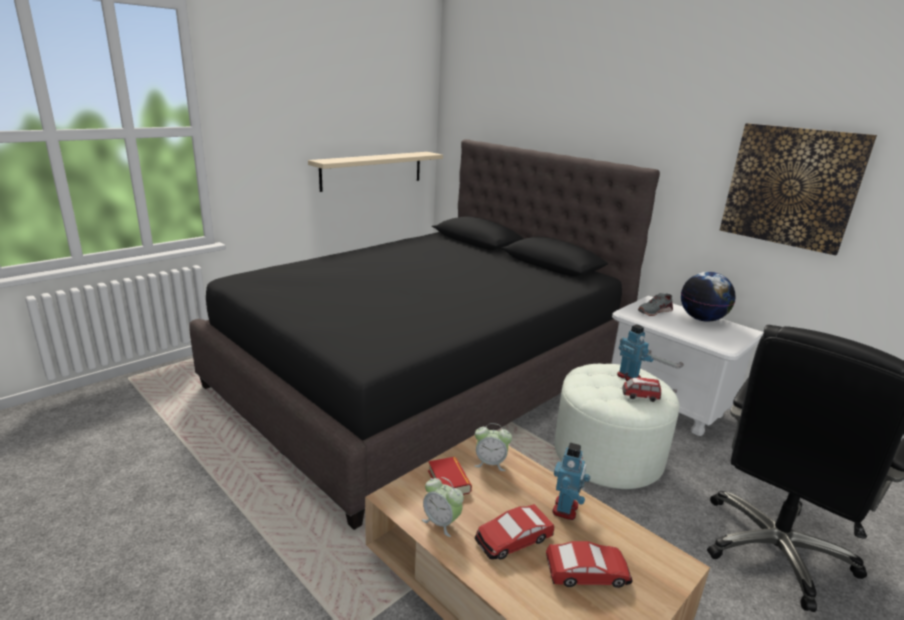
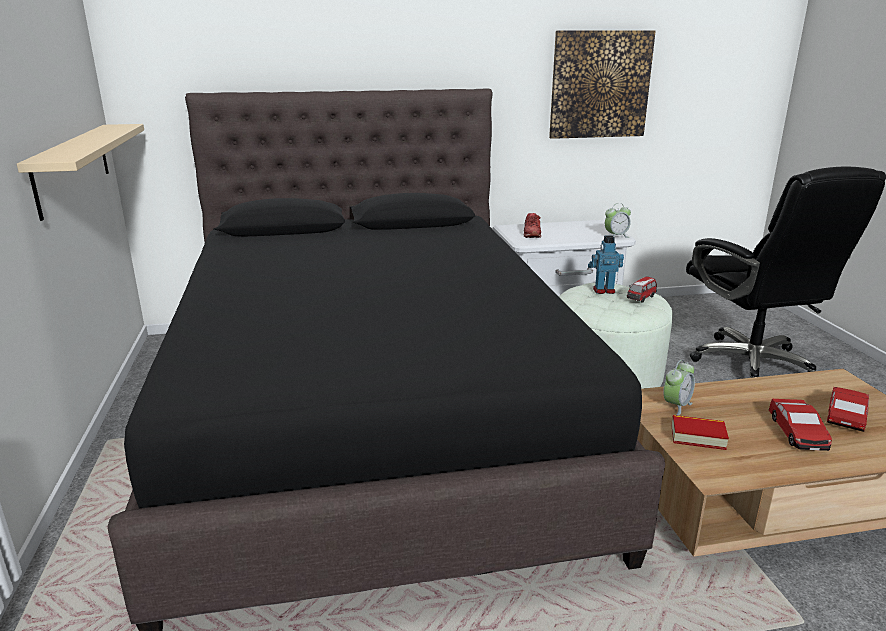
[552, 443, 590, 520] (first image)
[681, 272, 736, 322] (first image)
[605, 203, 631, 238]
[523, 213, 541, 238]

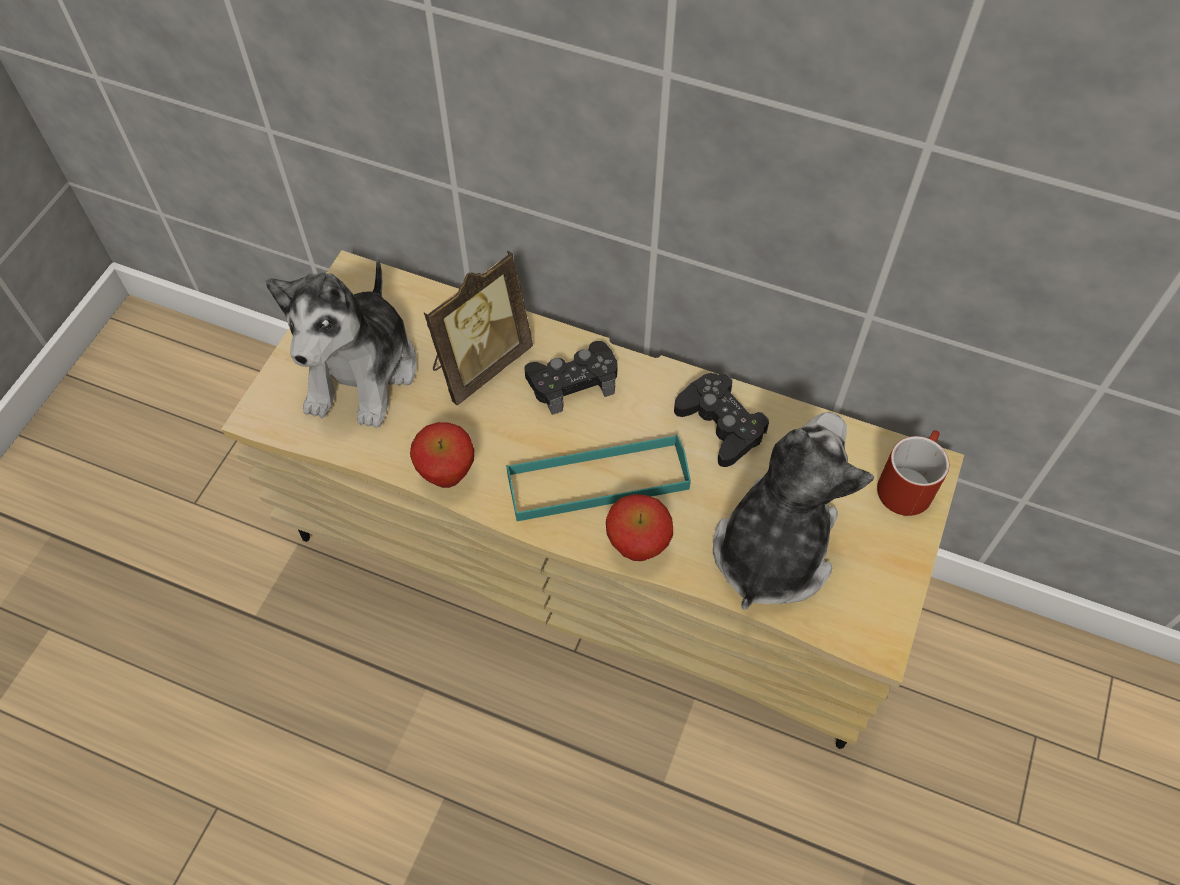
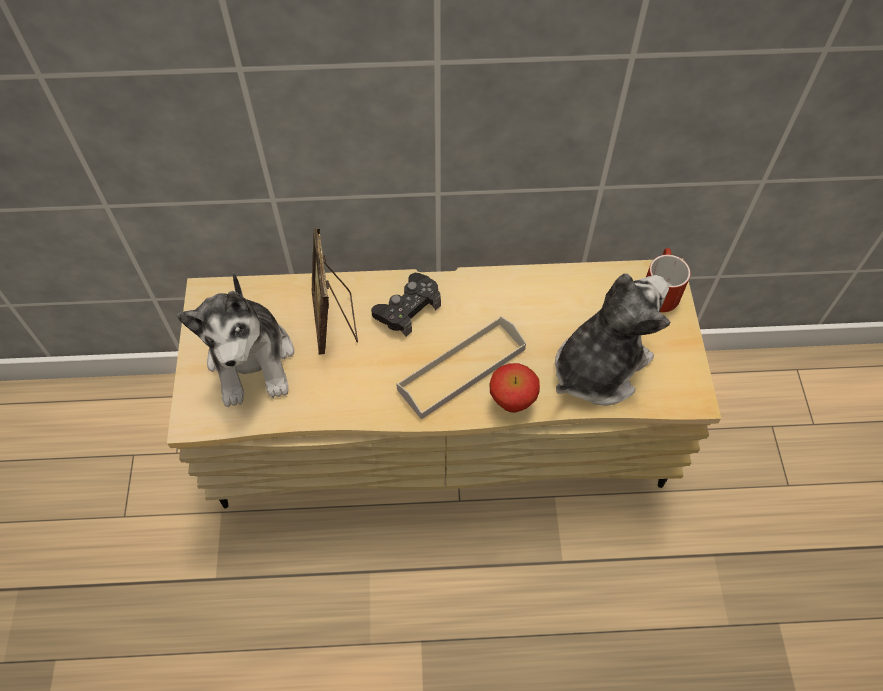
[410, 422, 474, 488] (first image)
[674, 373, 769, 467] (first image)
[396, 316, 526, 419]
[311, 228, 358, 355]
[555, 273, 670, 406]

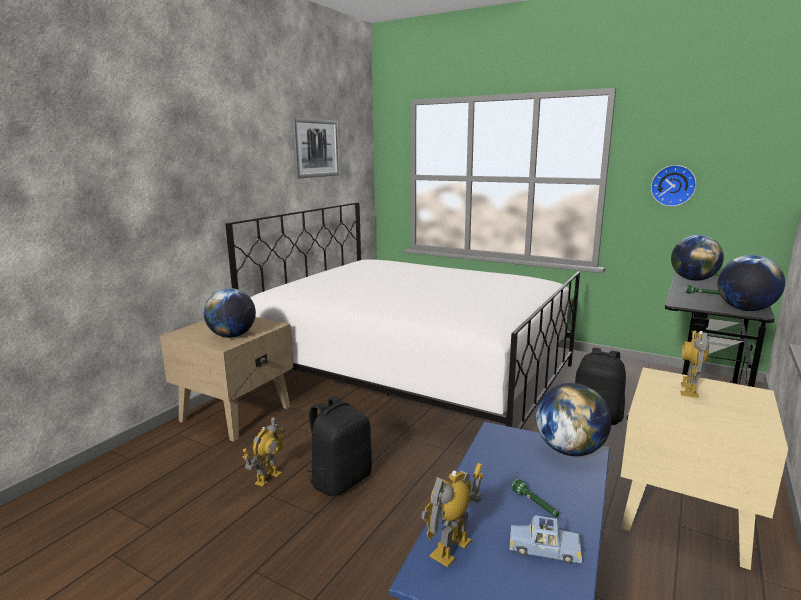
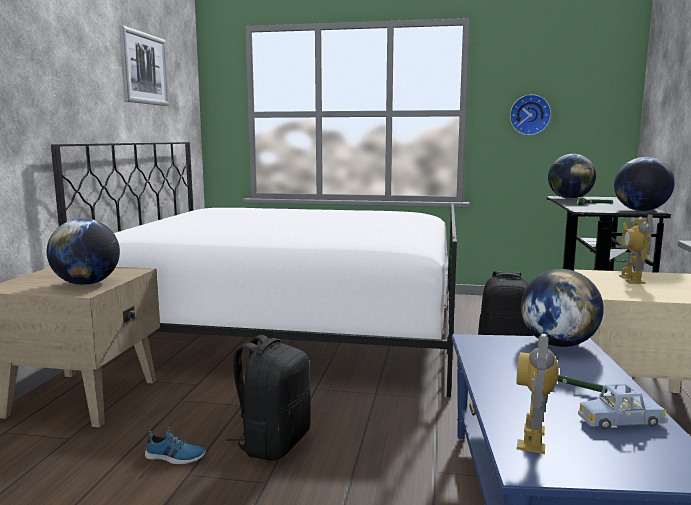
[145, 427, 206, 464]

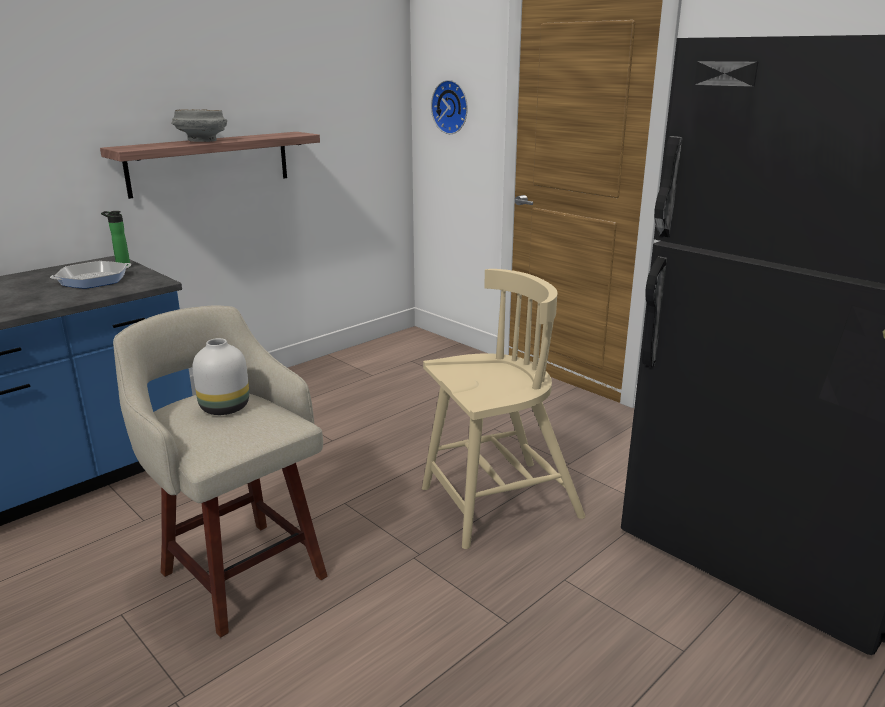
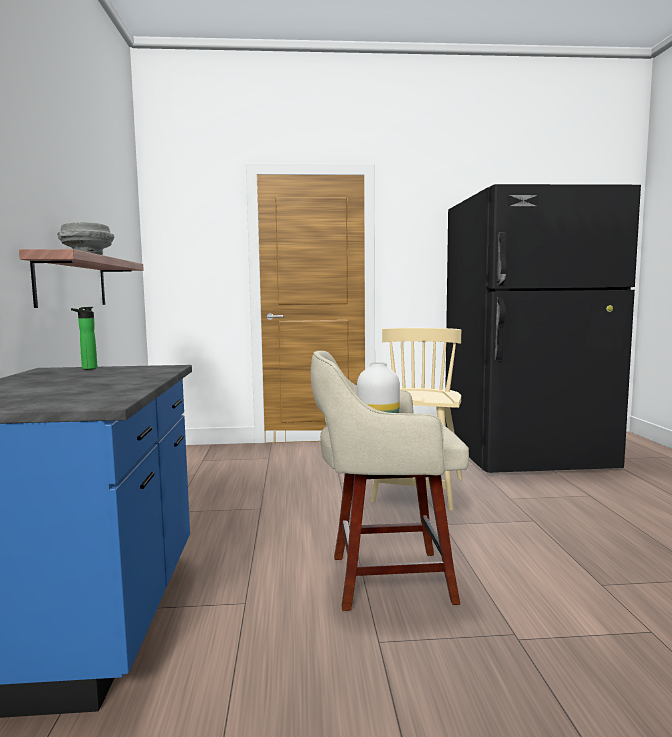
[50, 261, 131, 289] (first image)
[431, 80, 468, 134] (first image)

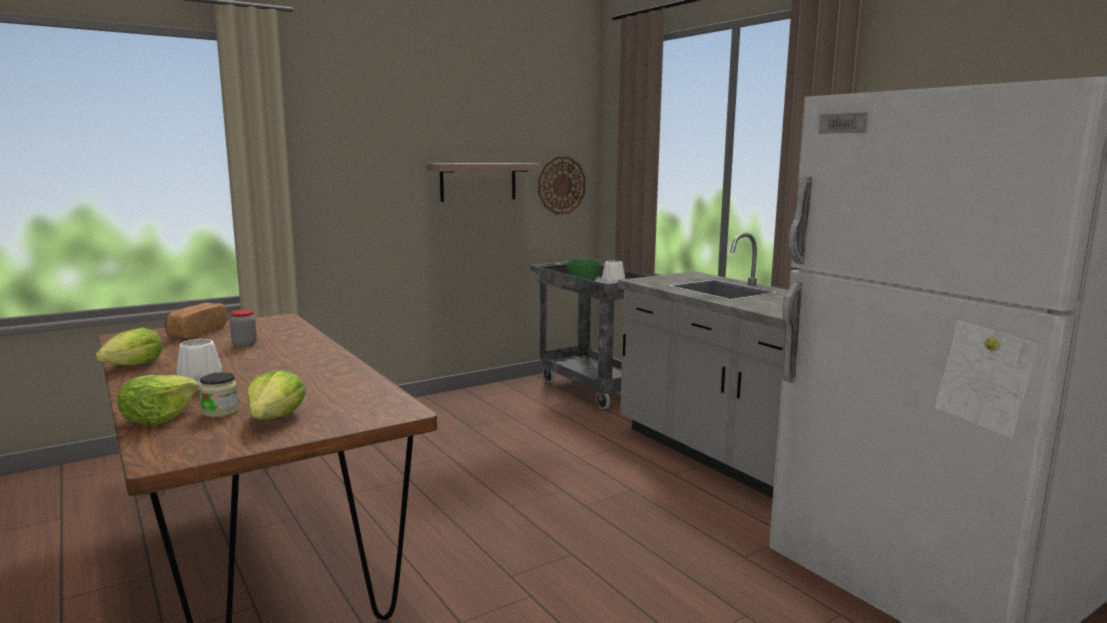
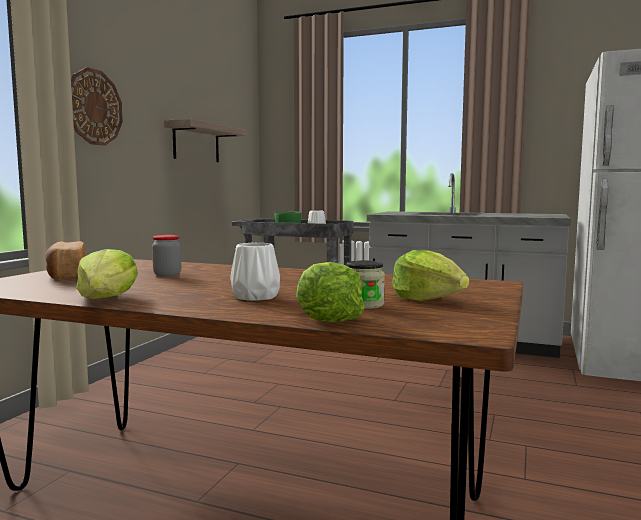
[71, 67, 123, 146]

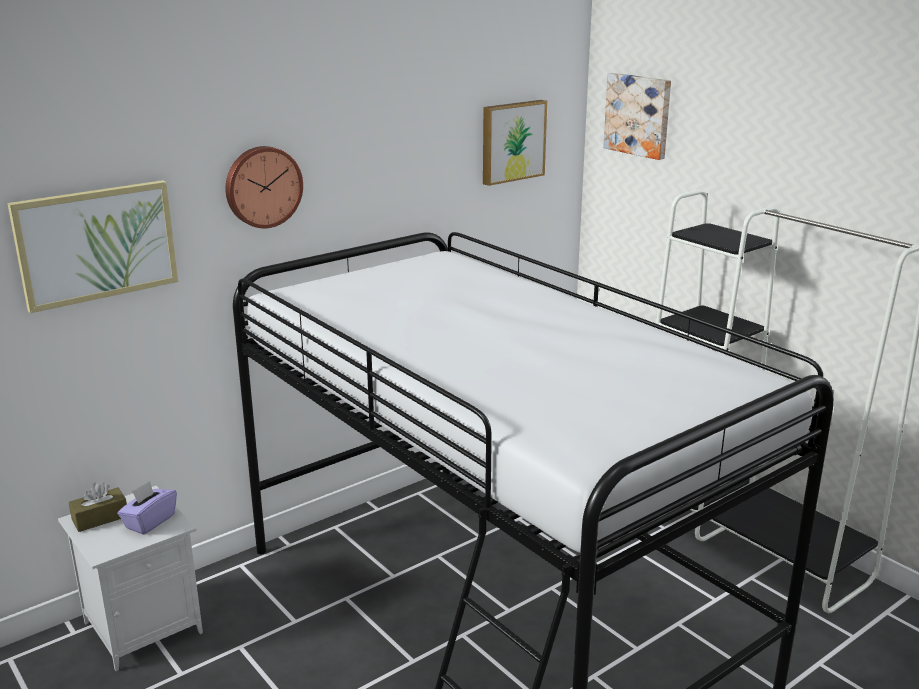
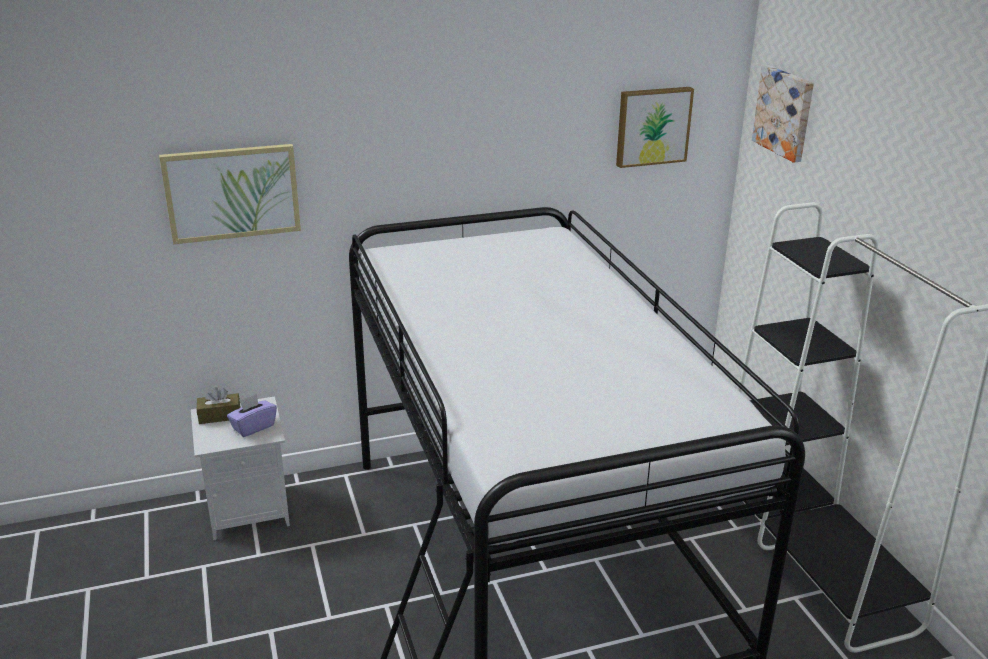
[225, 146, 303, 228] (first image)

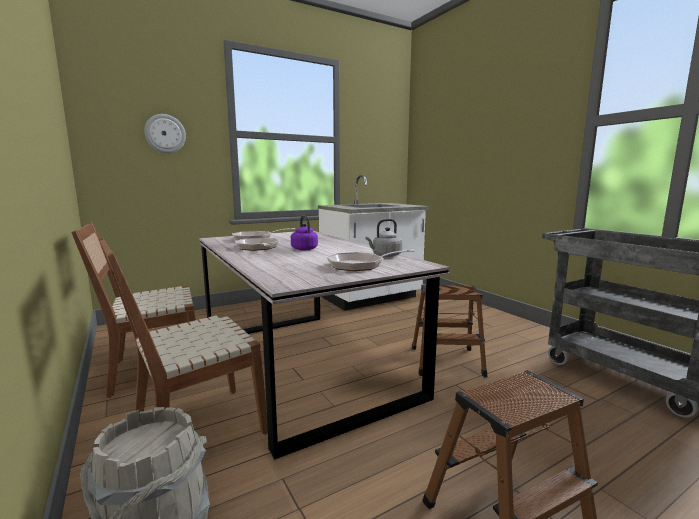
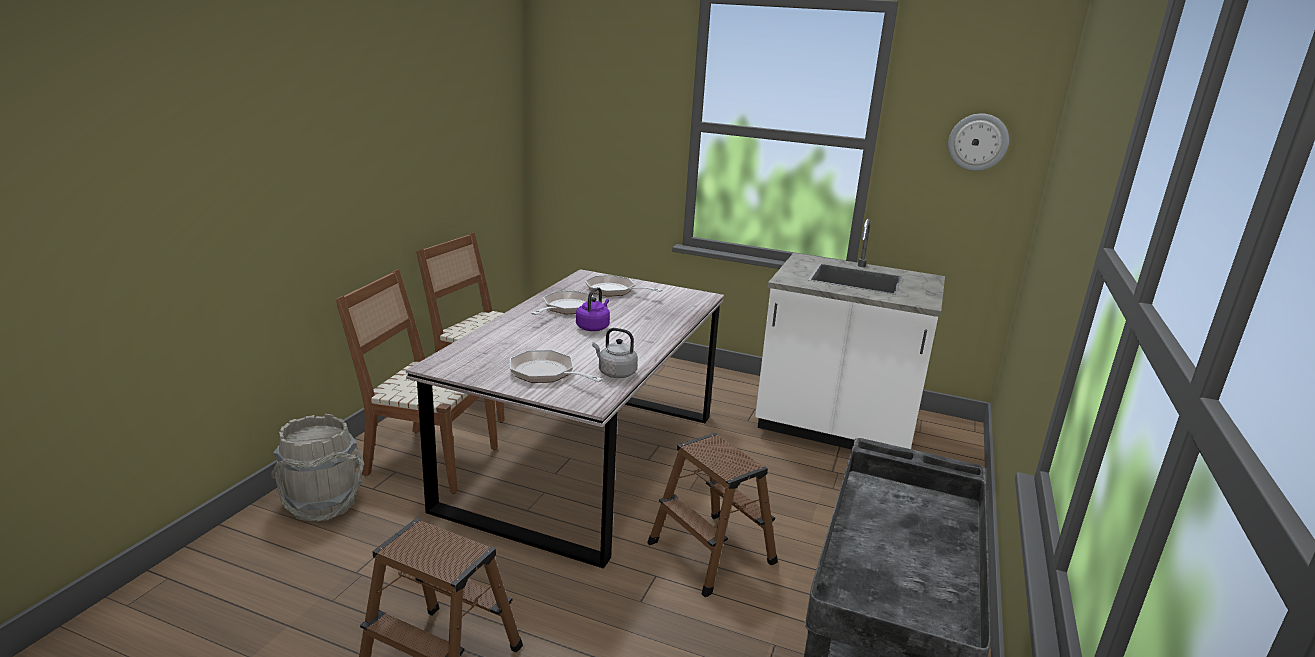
[948, 113, 1009, 171]

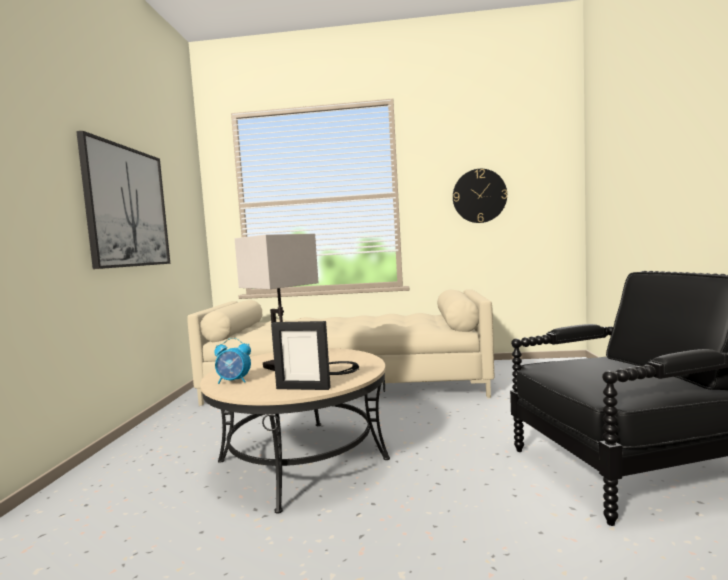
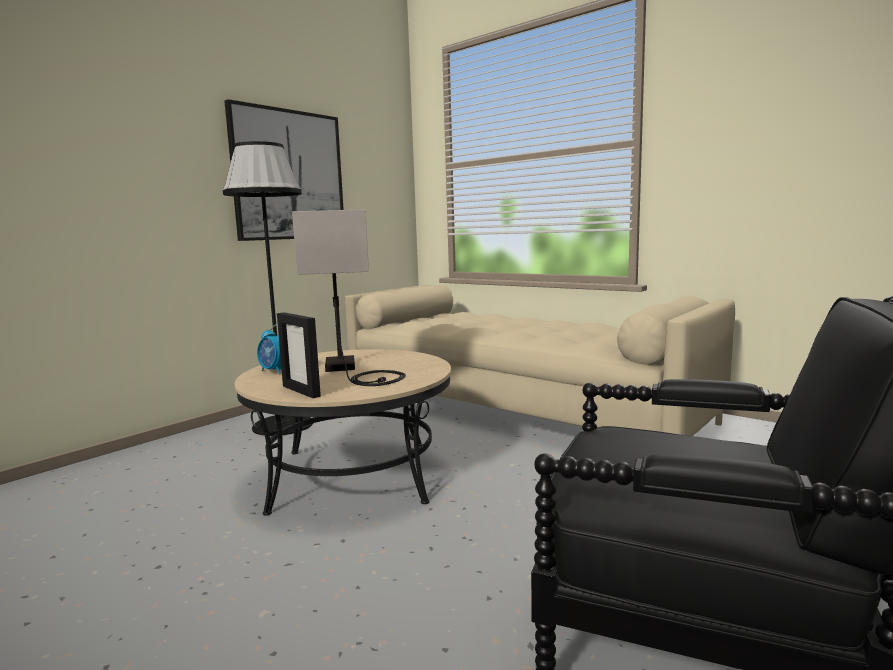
[453, 169, 507, 223] (first image)
[223, 141, 313, 436]

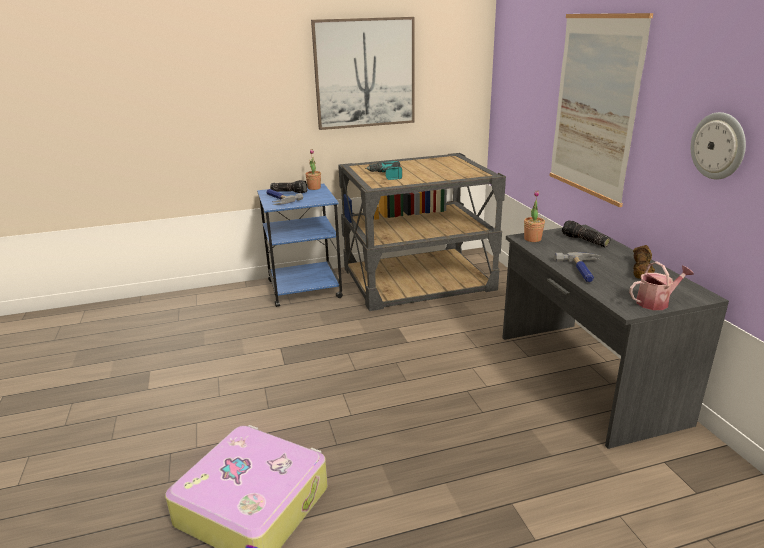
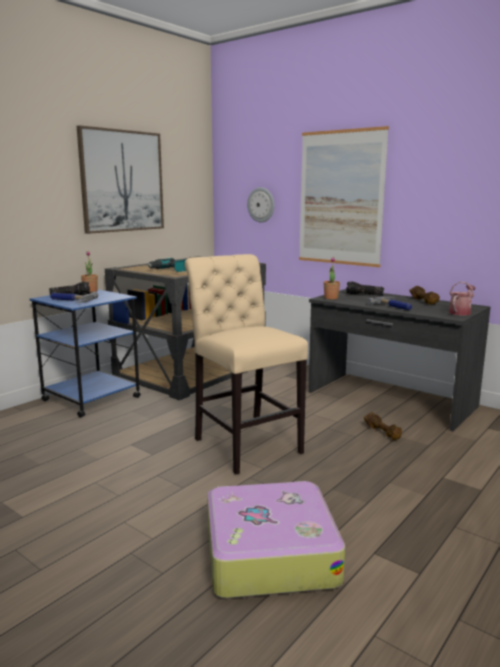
[185, 254, 308, 474]
[364, 412, 402, 440]
[247, 187, 275, 222]

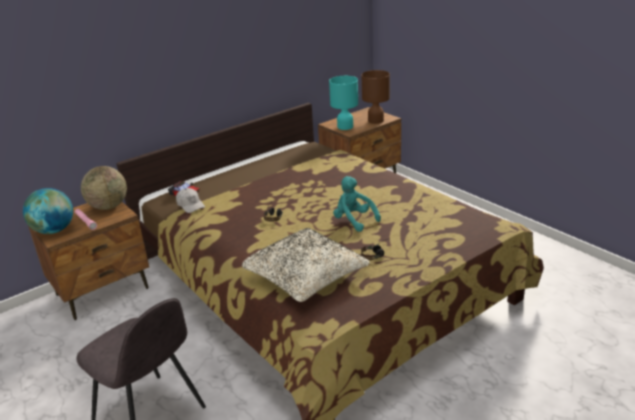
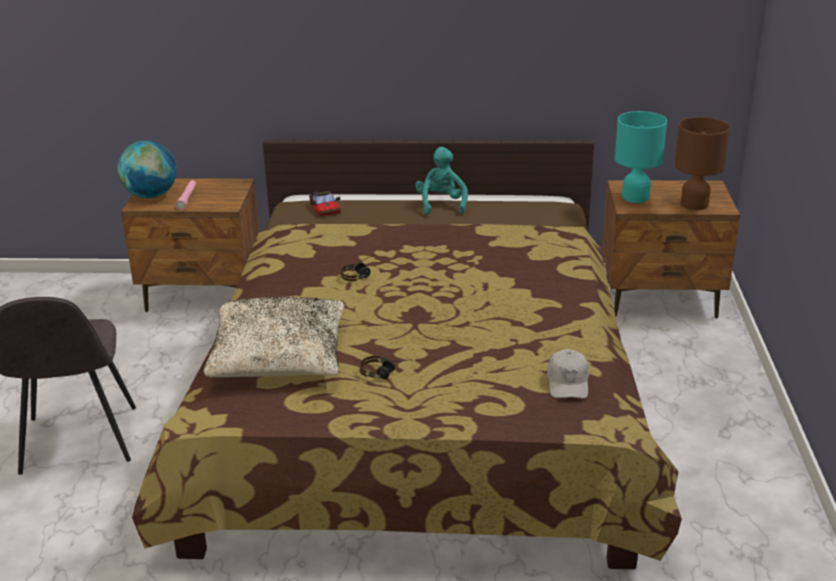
[81, 166, 127, 210] (first image)
[546, 349, 589, 399]
[415, 147, 468, 215]

